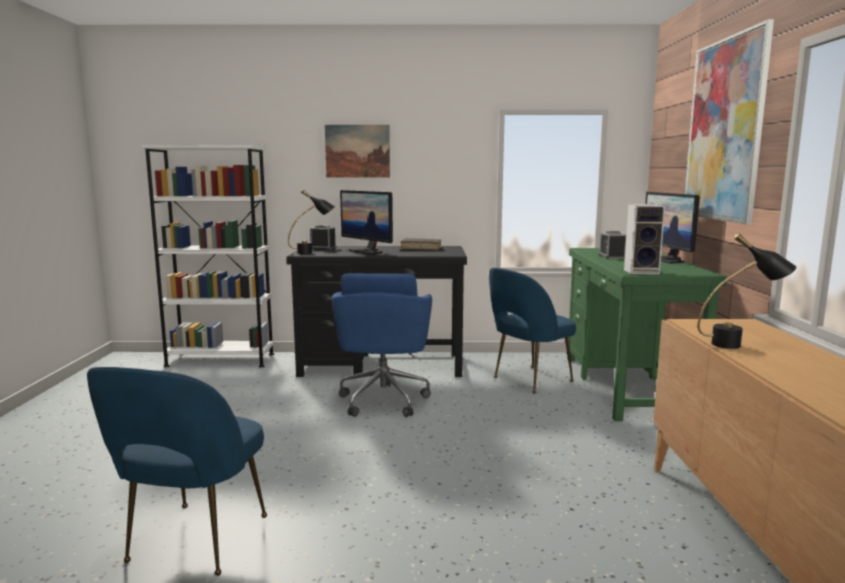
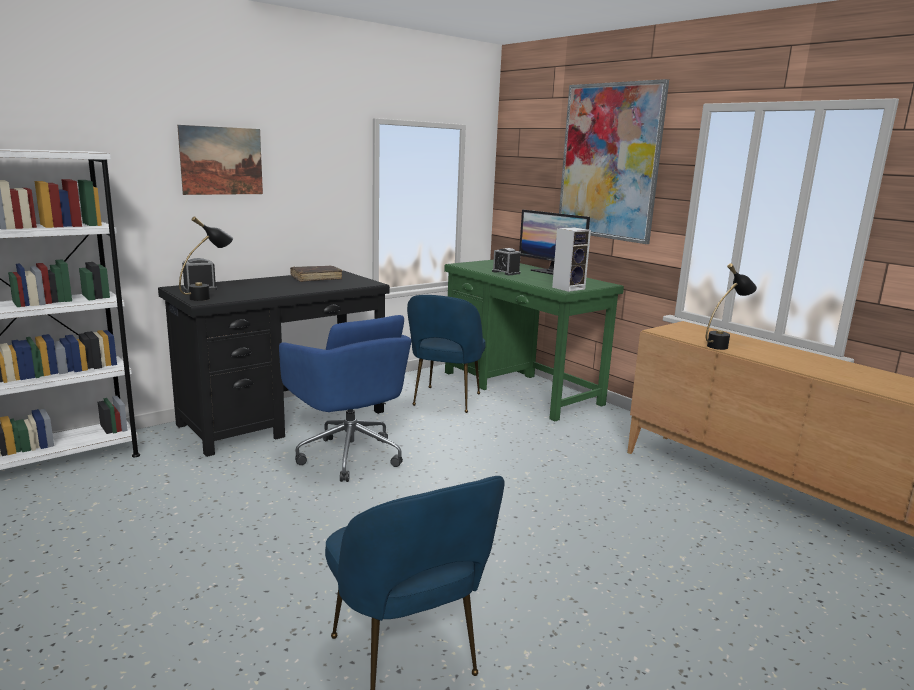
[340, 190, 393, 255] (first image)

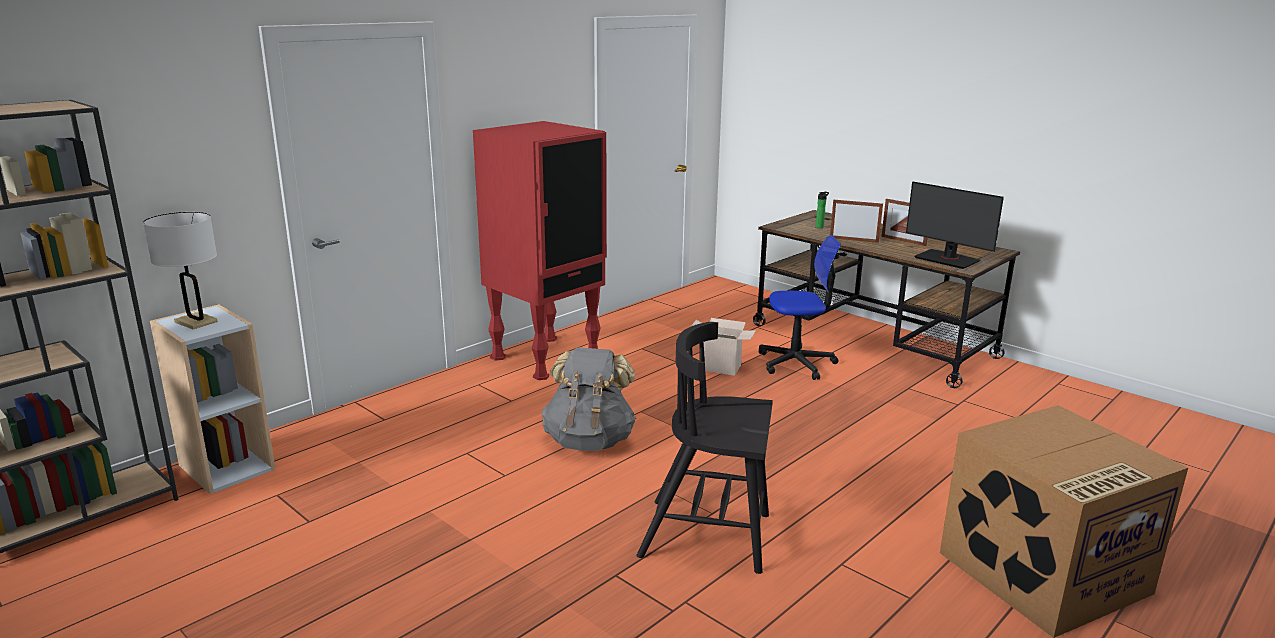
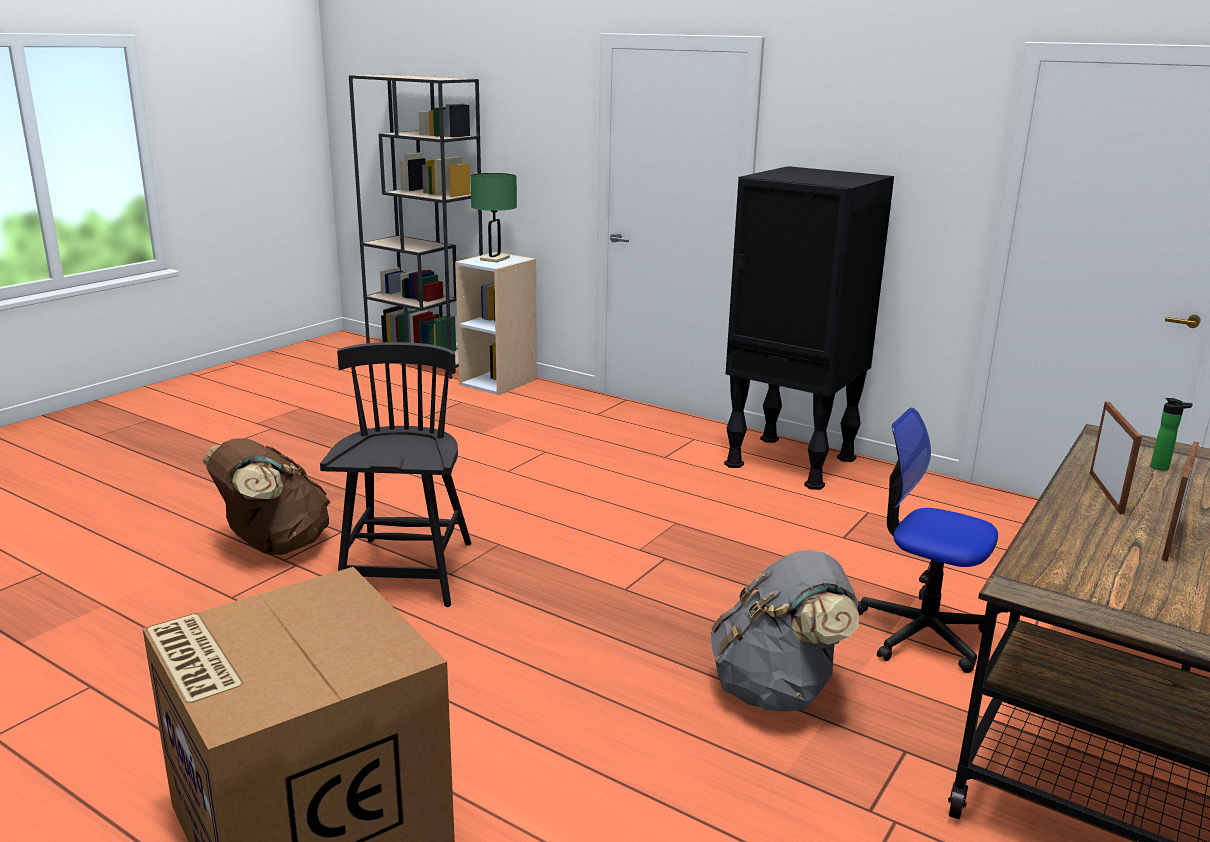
[691, 318, 756, 376] (first image)
[906, 182, 1004, 269] (first image)
[203, 438, 331, 555]
[710, 550, 859, 711]
[470, 173, 517, 262]
[724, 166, 894, 490]
[857, 408, 998, 673]

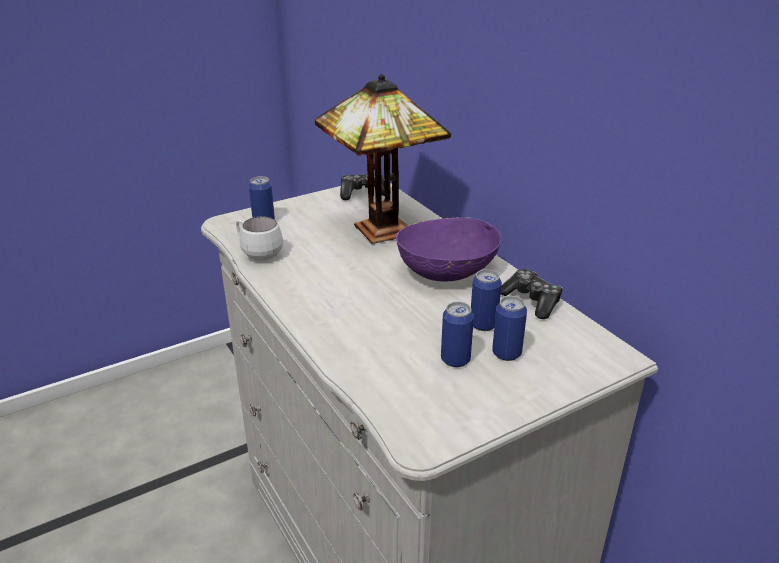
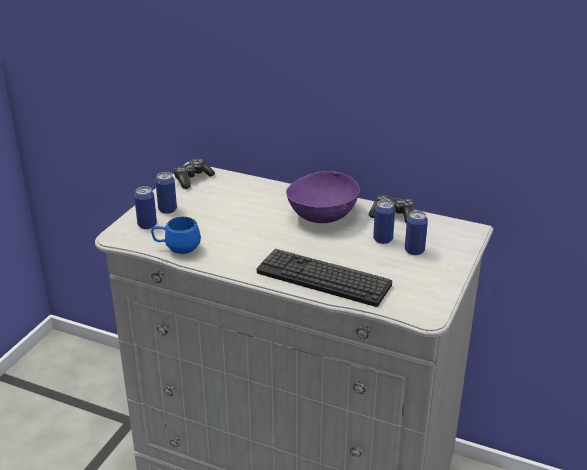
[315, 74, 451, 244] (first image)
[257, 249, 392, 307]
[155, 172, 177, 214]
[151, 216, 201, 254]

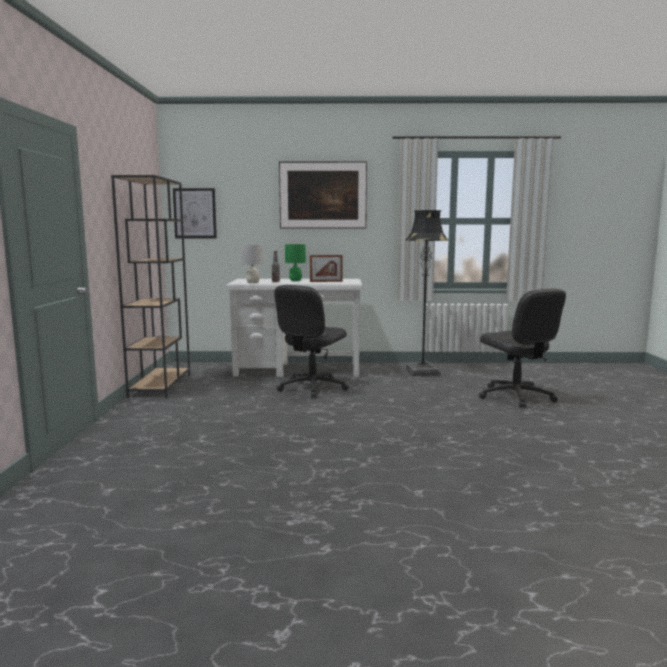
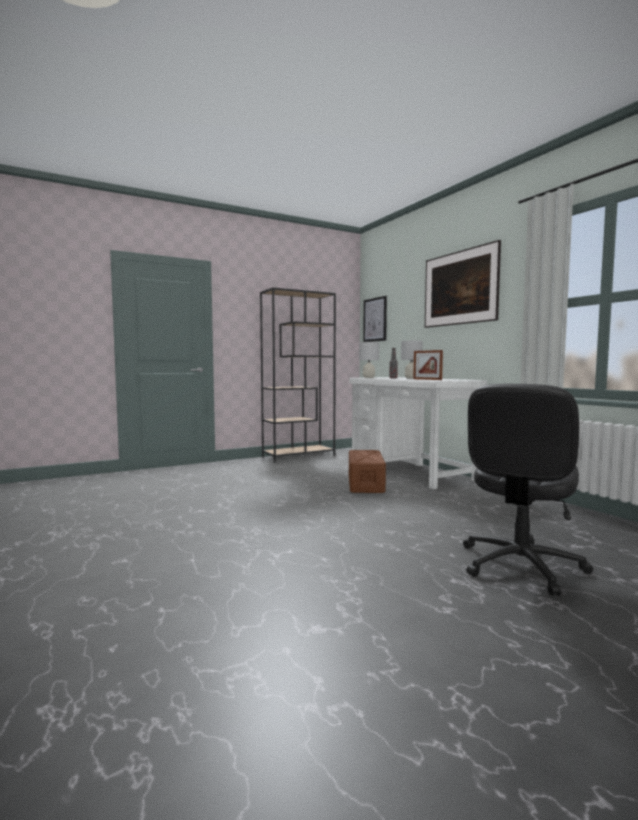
[405, 210, 448, 377] (first image)
[349, 450, 386, 493]
[401, 341, 423, 379]

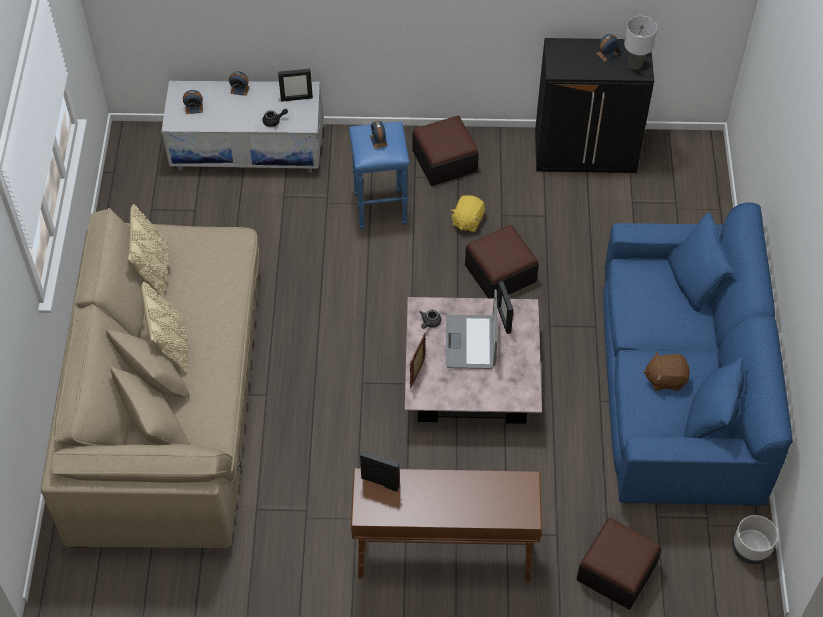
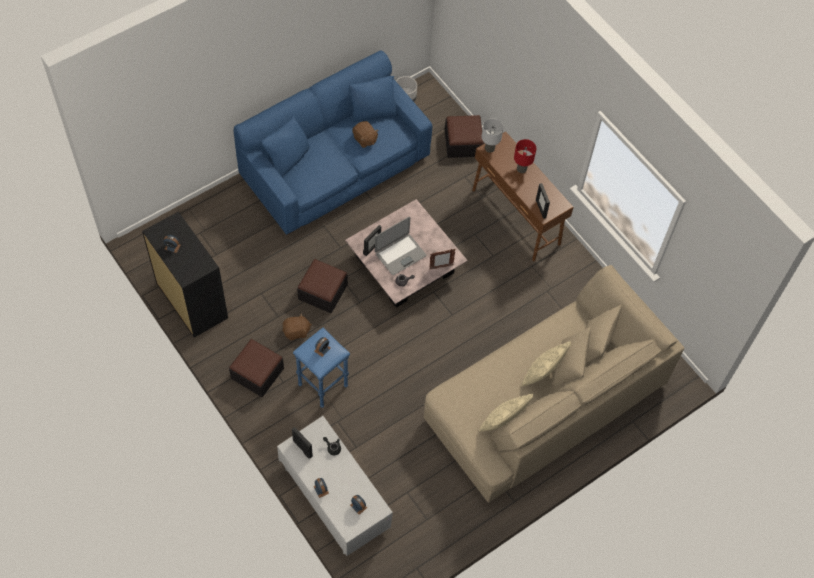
[514, 139, 536, 173]
[482, 118, 503, 153]
[282, 314, 312, 340]

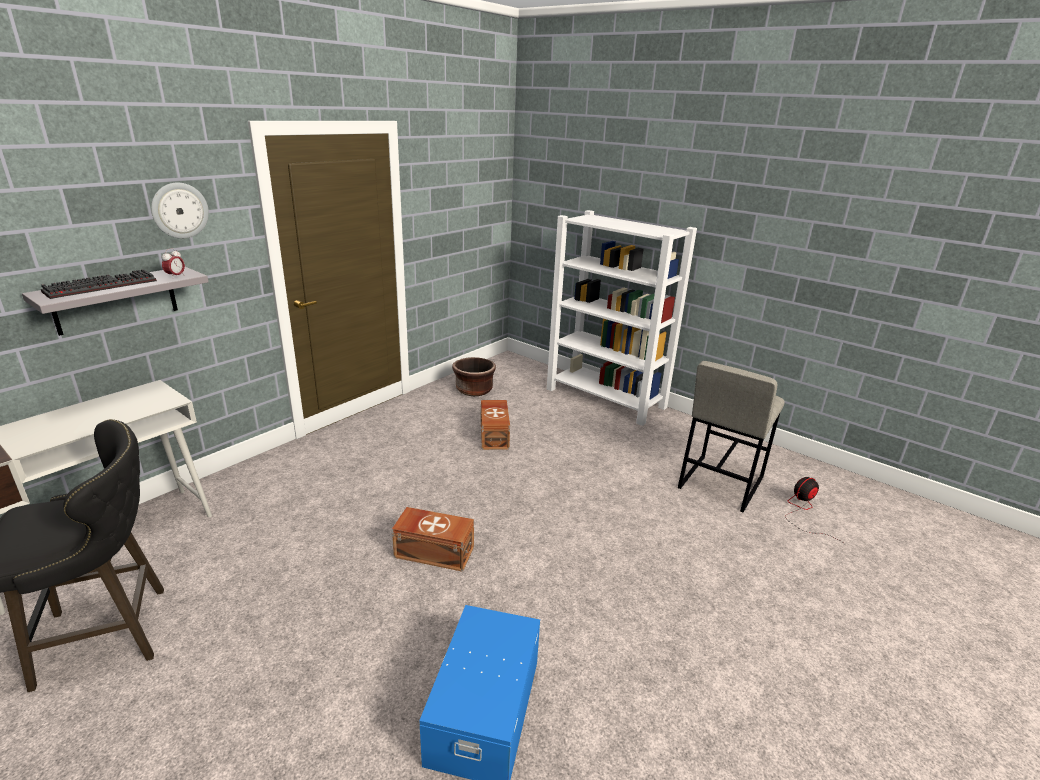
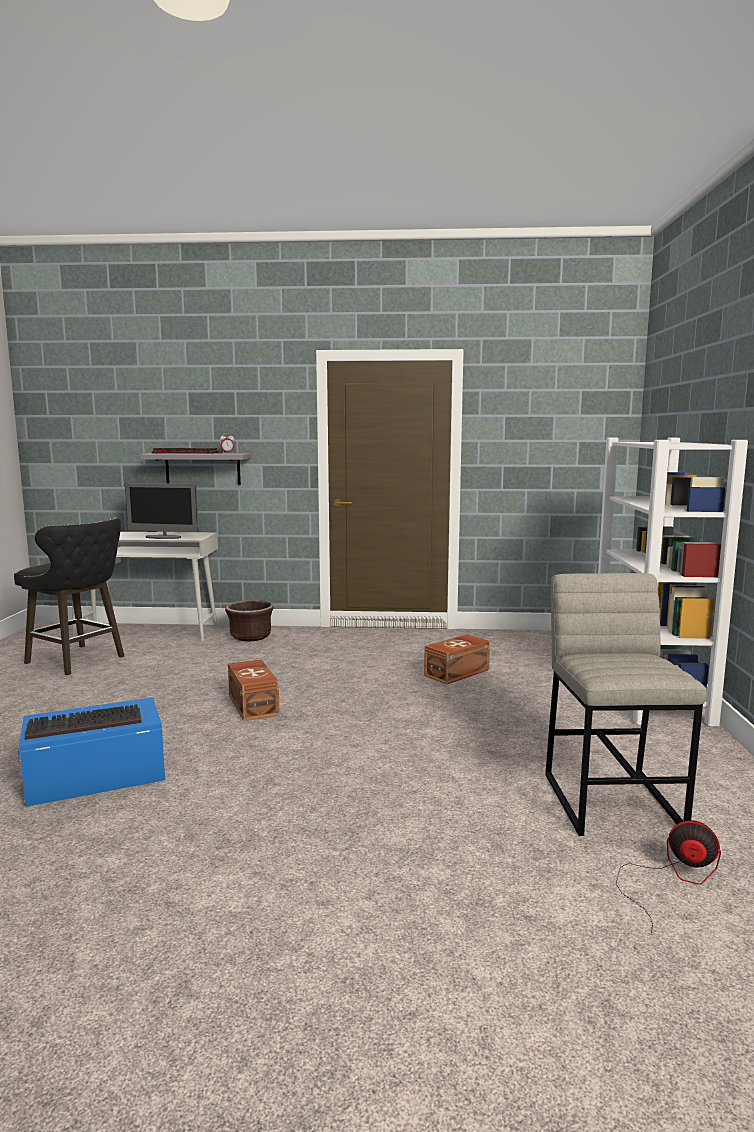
[151, 183, 209, 239] (first image)
[25, 704, 142, 740]
[125, 483, 199, 539]
[225, 600, 274, 641]
[545, 573, 707, 836]

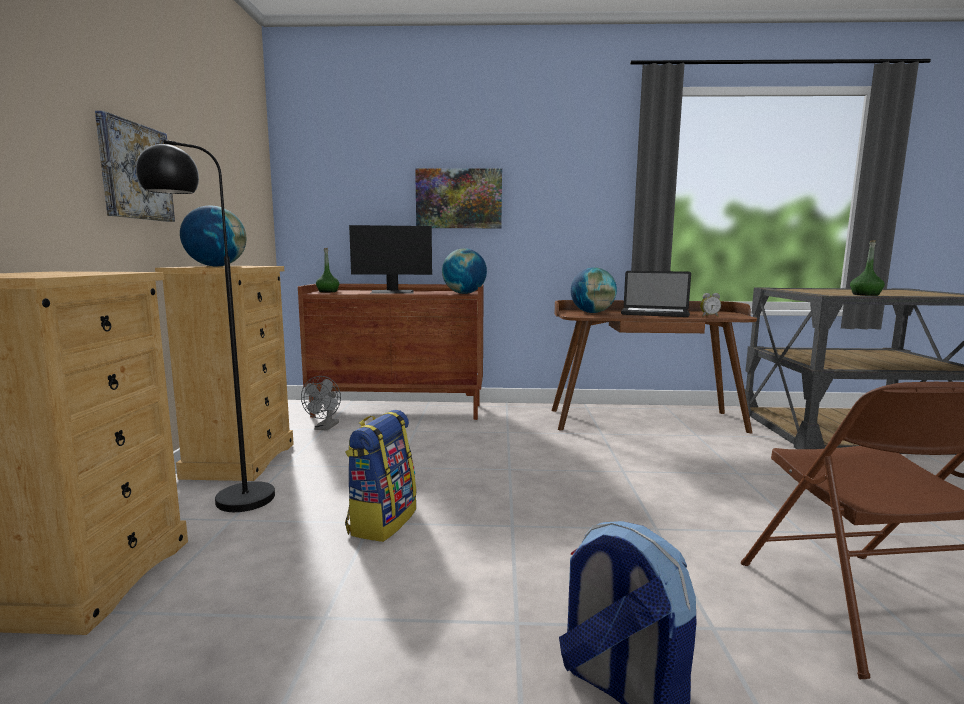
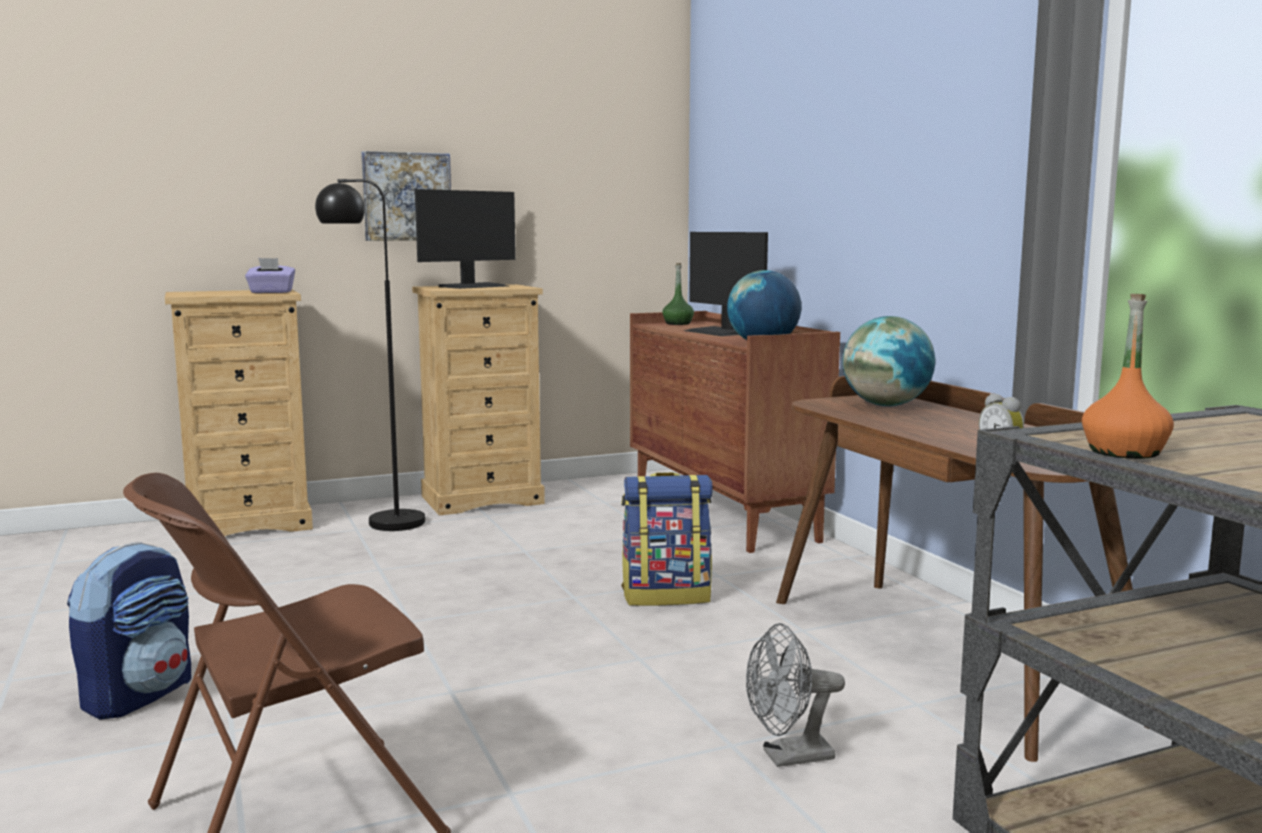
[415, 169, 502, 228] (first image)
[621, 271, 691, 317] (first image)
[245, 258, 295, 293]
[746, 623, 845, 767]
[621, 472, 713, 606]
[415, 189, 516, 289]
[1082, 294, 1174, 459]

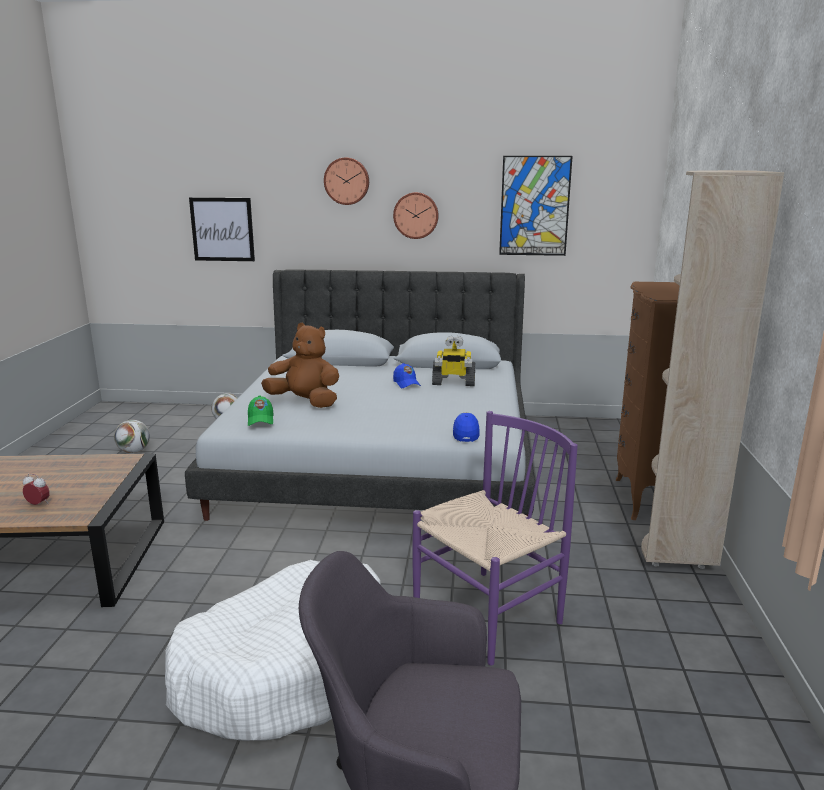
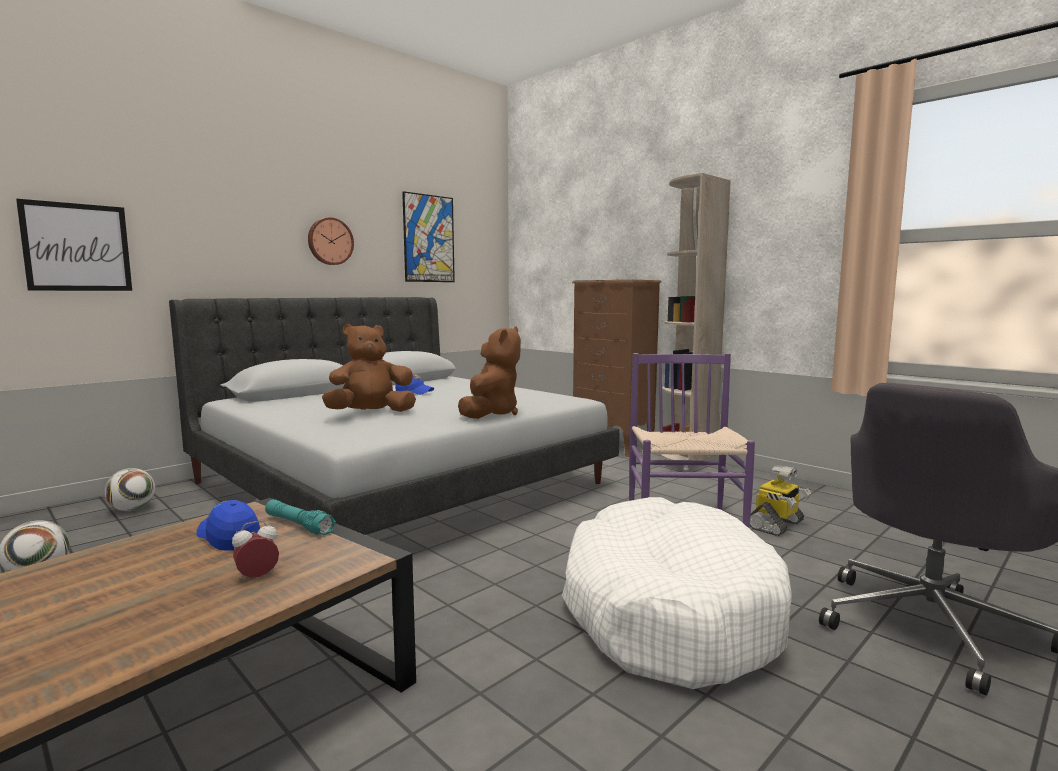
[248, 395, 274, 426] (first image)
[324, 157, 369, 205] (first image)
[265, 500, 336, 535]
[458, 326, 521, 419]
[750, 465, 811, 536]
[196, 500, 260, 551]

